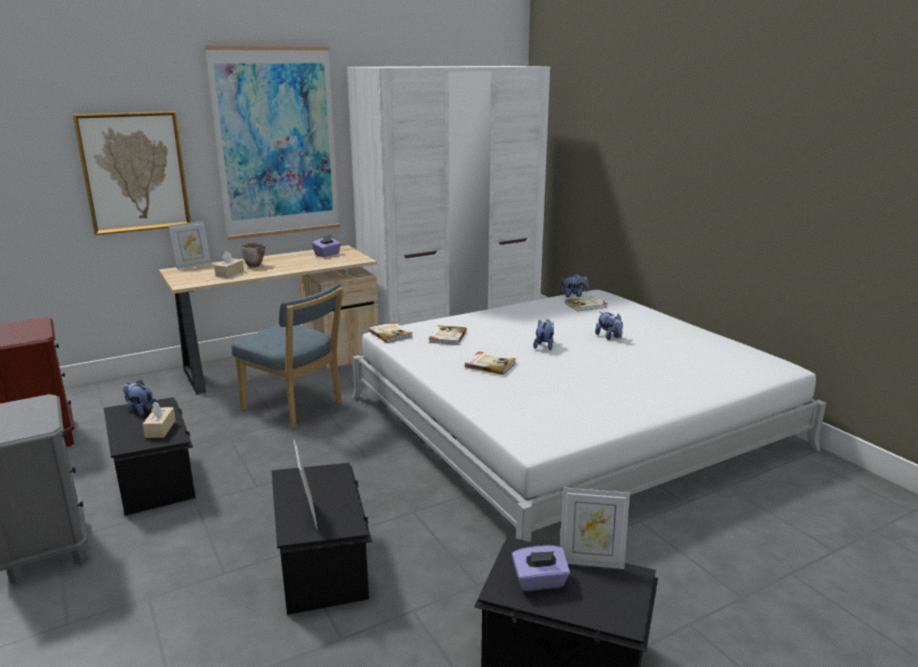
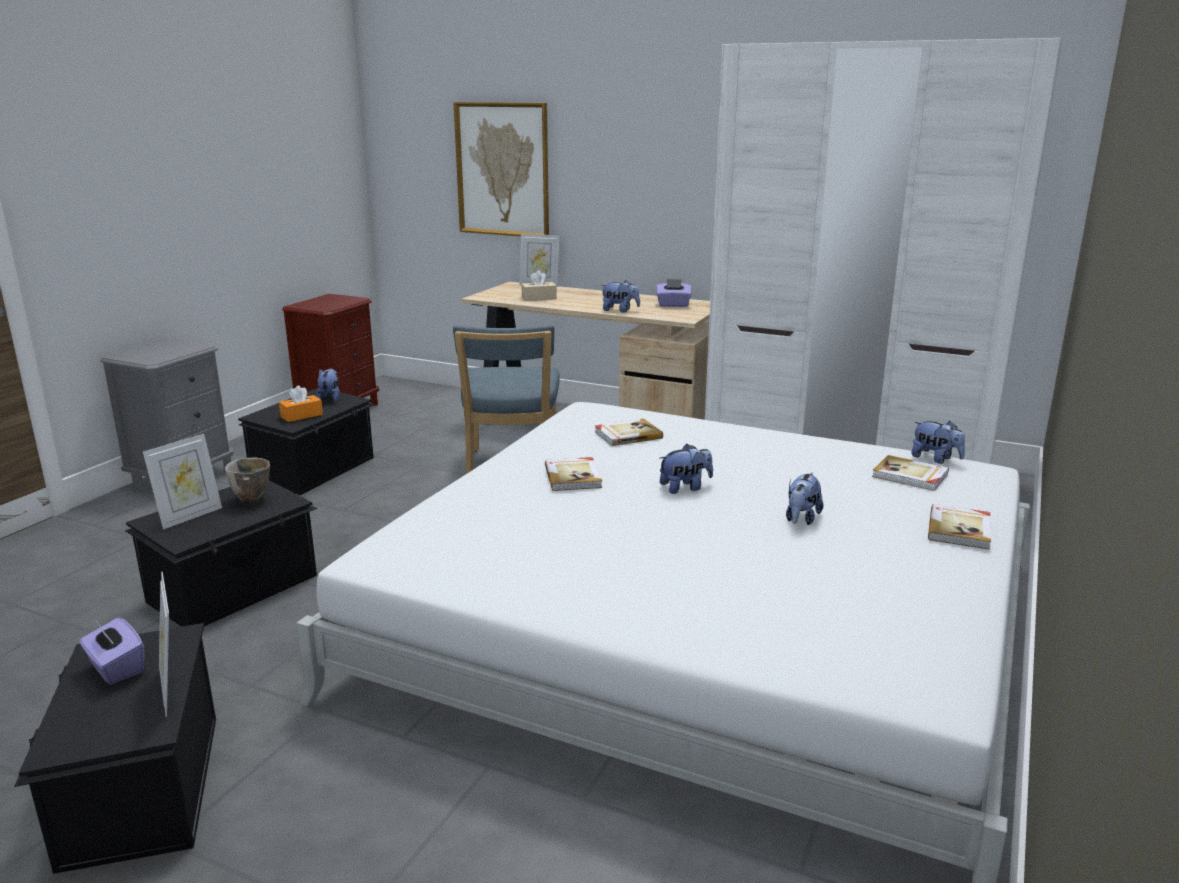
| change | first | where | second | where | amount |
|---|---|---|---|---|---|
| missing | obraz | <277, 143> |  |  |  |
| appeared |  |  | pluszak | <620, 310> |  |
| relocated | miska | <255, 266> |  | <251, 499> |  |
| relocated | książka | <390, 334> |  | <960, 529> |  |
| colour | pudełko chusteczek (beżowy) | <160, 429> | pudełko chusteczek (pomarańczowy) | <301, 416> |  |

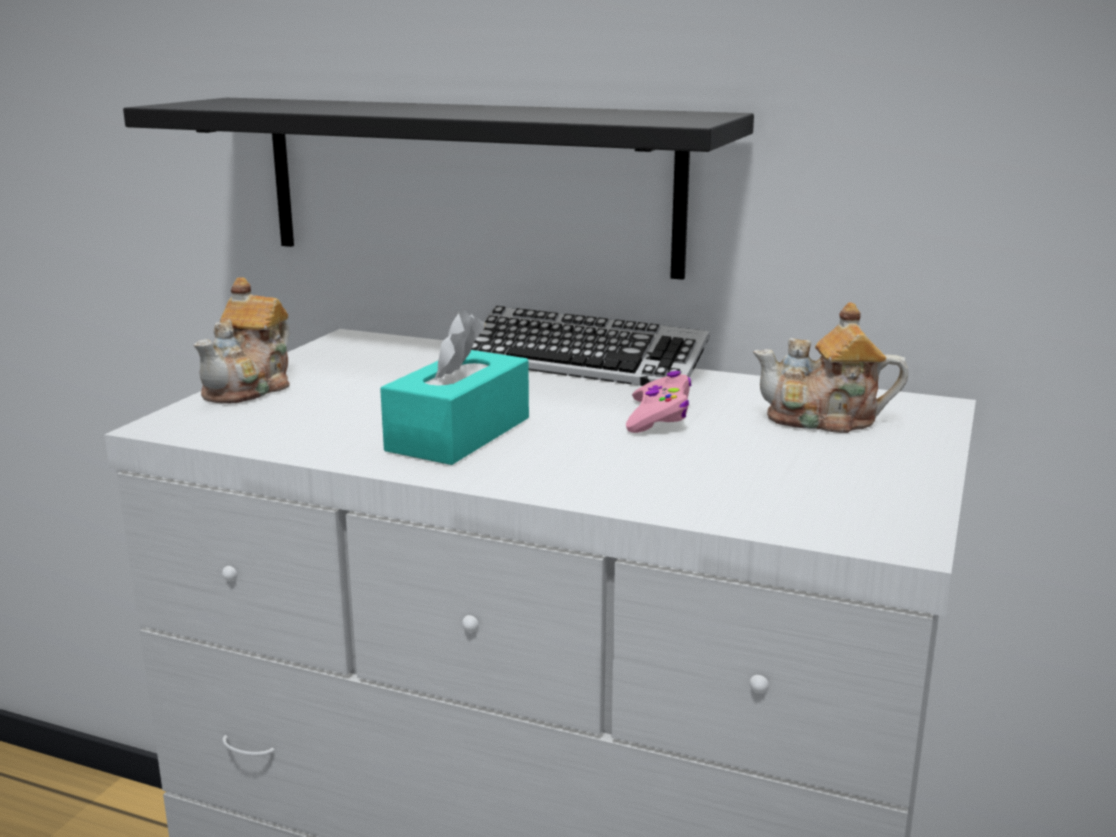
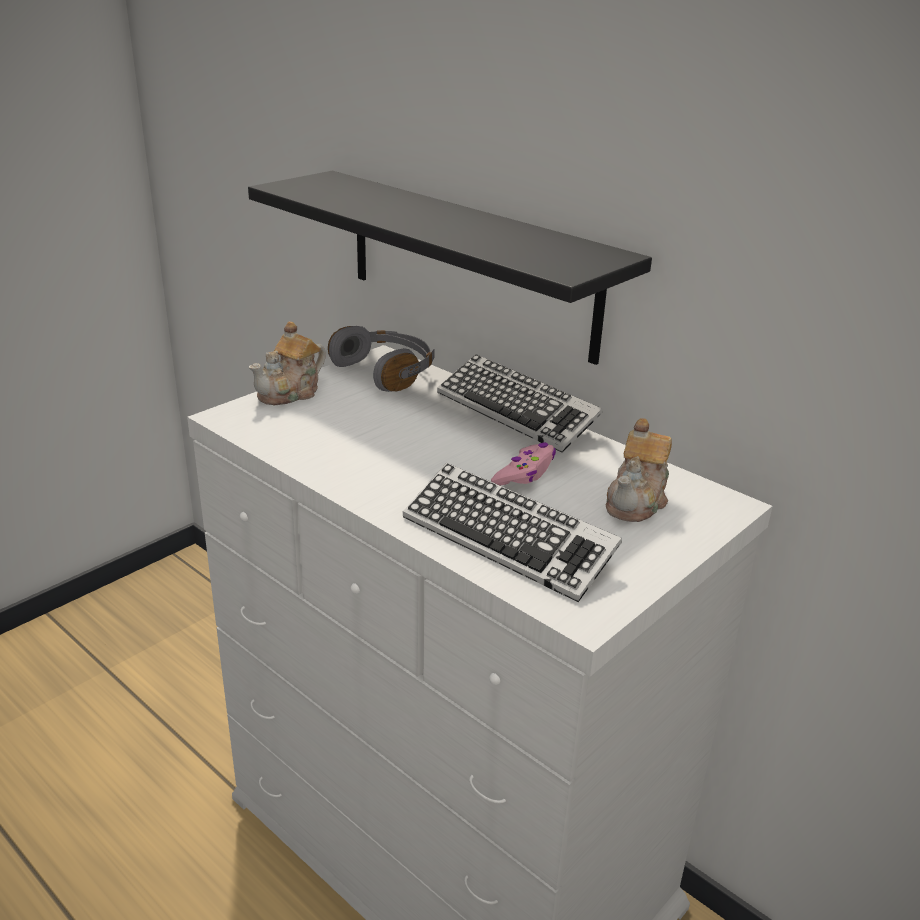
| change | first | where | second | where | amount |
|---|---|---|---|---|---|
| missing | pudełko chusteczek (turkusowy) | <459, 434> |  |  |  |
| appeared |  |  | słuchawki (szary) | <386, 372> |  |
| appeared |  |  | klawiatura | <507, 540> |  |
| spun | imbryk | <825, 420> |  | <637, 501> | 90 degrees counterclockwise |

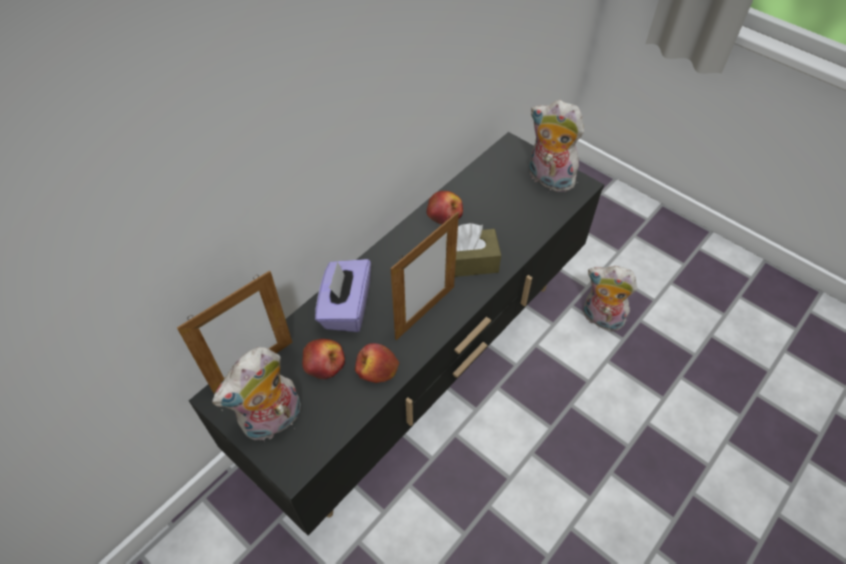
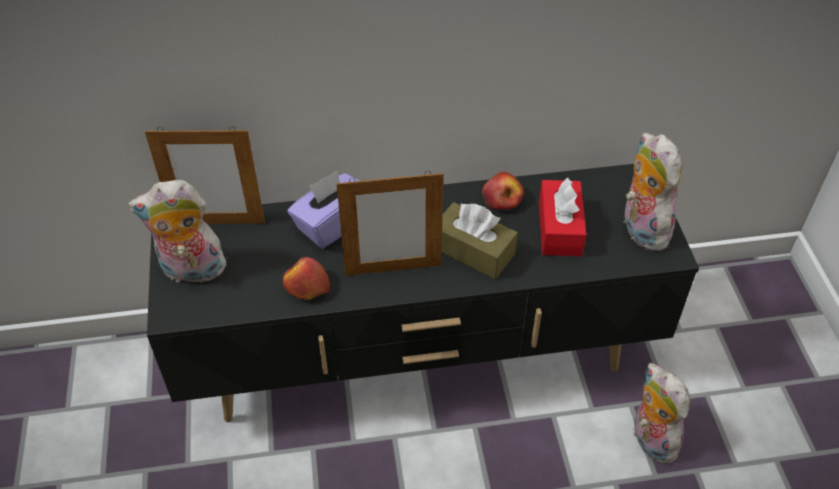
| change | first | where | second | where | amount |
|---|---|---|---|---|---|
| missing | jabłko | <324, 363> |  |  |  |
| appeared |  |  | pudełko chusteczek (czerwony) | <559, 228> |  |

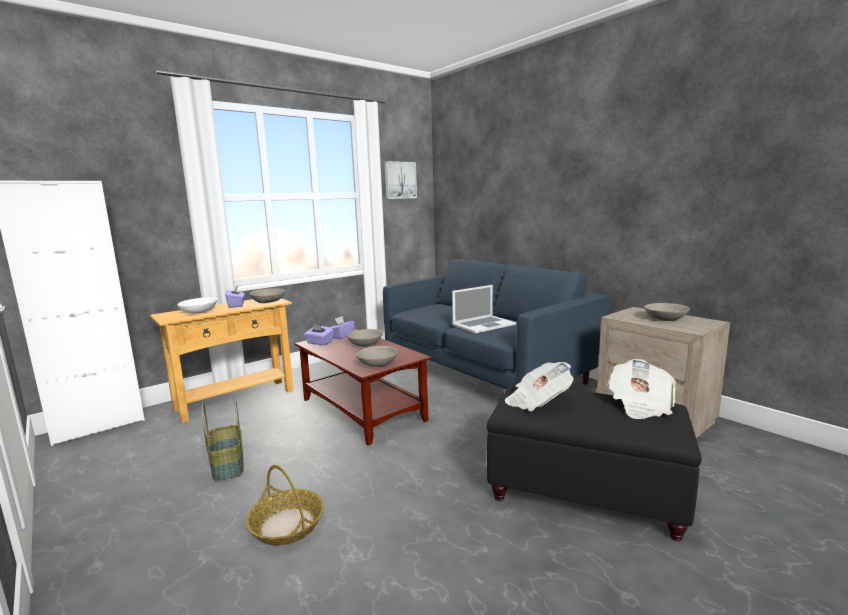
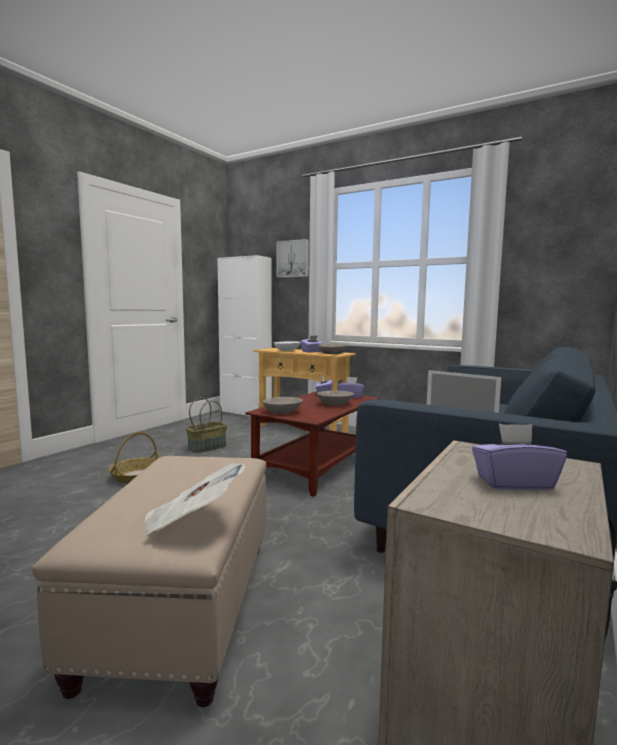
| change | first | where | second | where | amount |
|---|---|---|---|---|---|
| missing | gazeta | <537, 402> |  |  |  |
| relocated | obraz | <399, 180> |  | <293, 259> |  |
| exchanged | miska (szary) | <665, 318> | pudełko chusteczek (fioletowy) | <514, 482> |  |
| colour | pufa (czarny) | <585, 492> | pufa (beżowy) | <182, 608> |  |

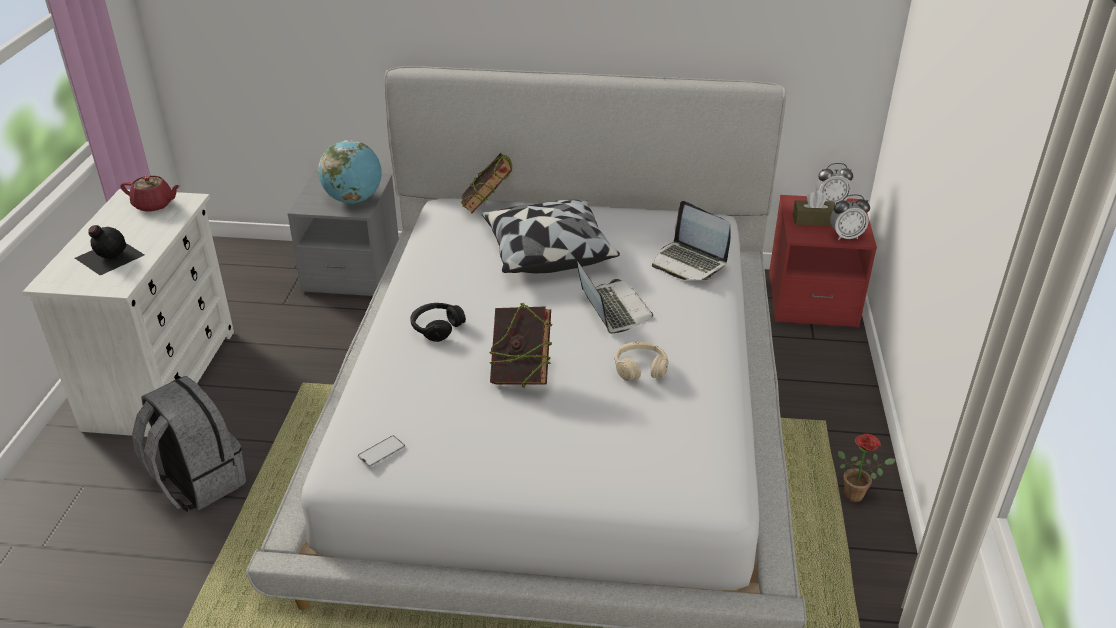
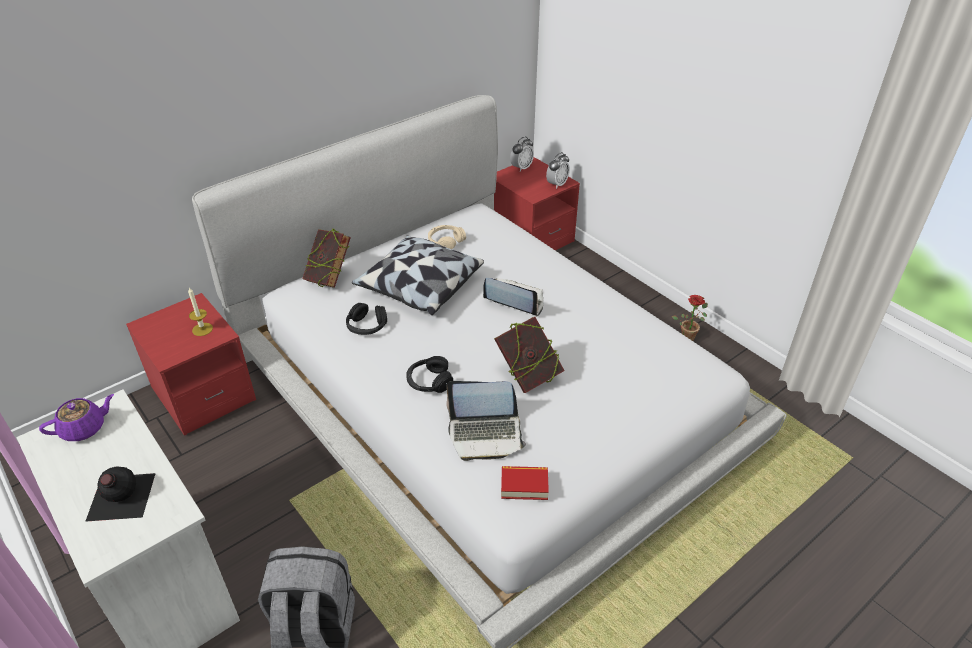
| change | first | where | second | where | amount |
|---|---|---|---|---|---|
| missing | pudełko chusteczek (brązowy) | <813, 220> |  |  |  |
| appeared |  |  | słuchawki (czarny) | <367, 326> |  |
| relocated | słuchawki (beżowy) | <640, 368> |  | <446, 242> |  |
| relocated | laptop | <689, 263> |  | <485, 434> |  |
| exchanged | globus | <354, 200> | świeca | <202, 329> |  |
| exchanged | telefon | <381, 451> | książka | <524, 486> |  |
| colour | imbryk (czerwony) | <154, 205> | imbryk (fioletowy) | <84, 428> |  |
| colour | szafka nocna (szary) | <352, 271> | szafka nocna (czerwony) | <203, 394> |  |

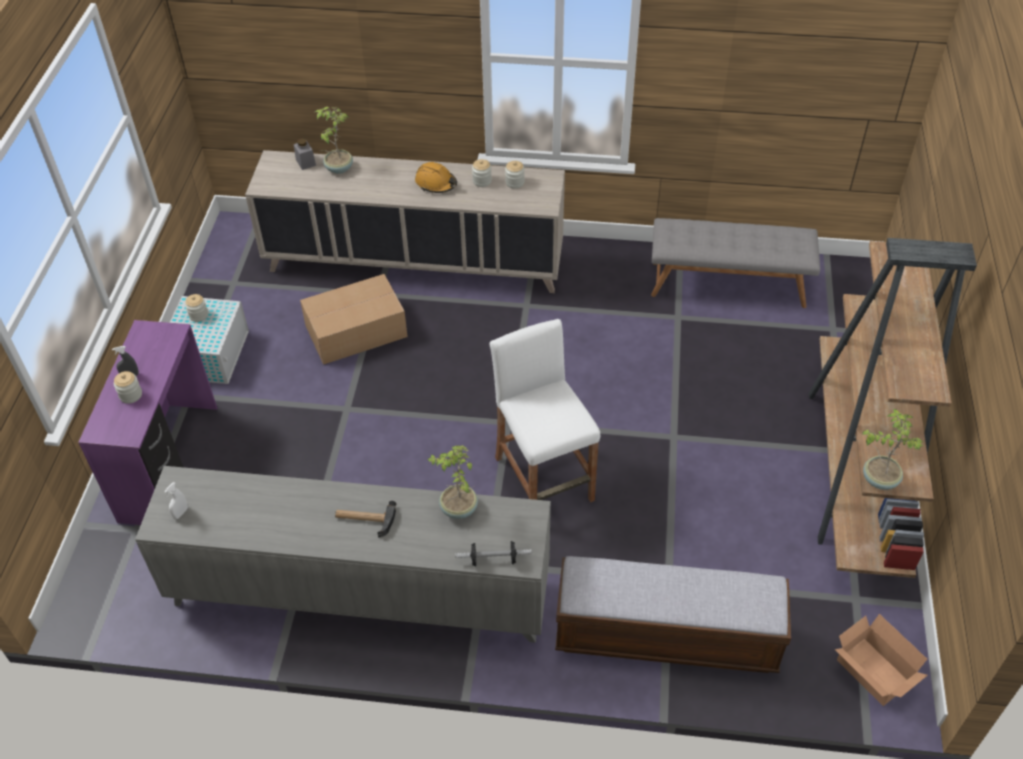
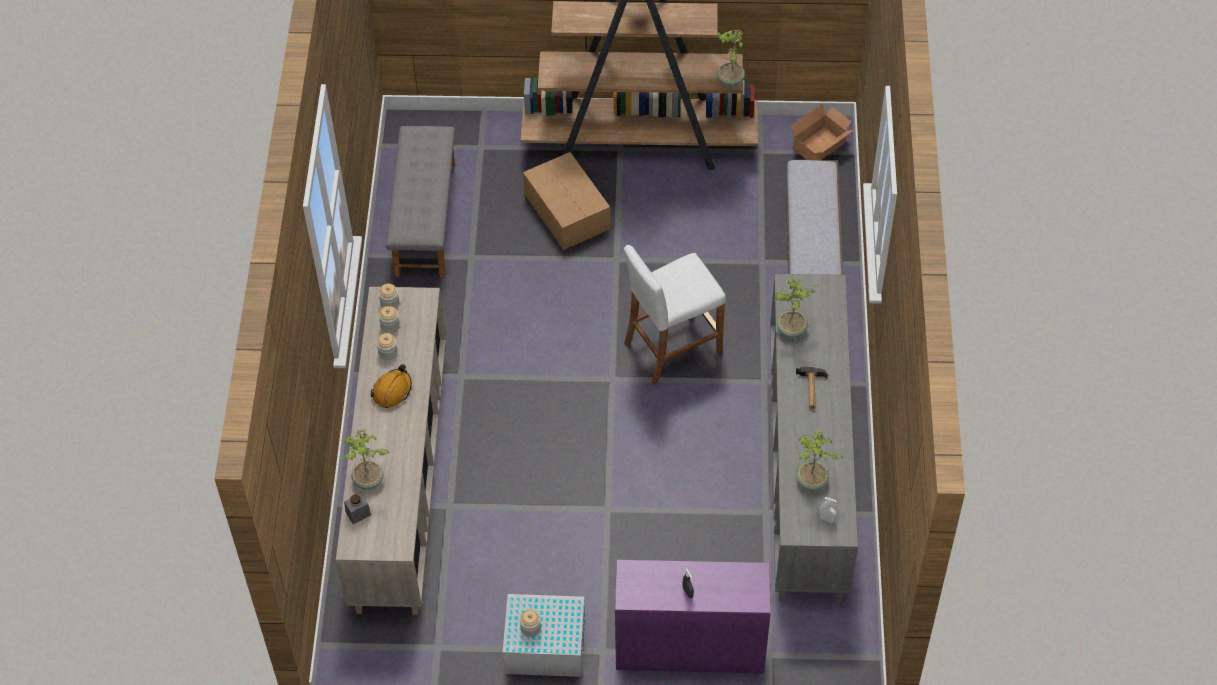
| change | first | where | second | where | amount |
|---|---|---|---|---|---|
| missing | hantel | <493, 560> |  |  |  |
| appeared |  |  | roślina doniczkowa | <812, 482> |  |
| relocated | słoik | <131, 395> |  | <390, 303> |  |
| relocated | karton | <354, 331> |  | <567, 212> |  |

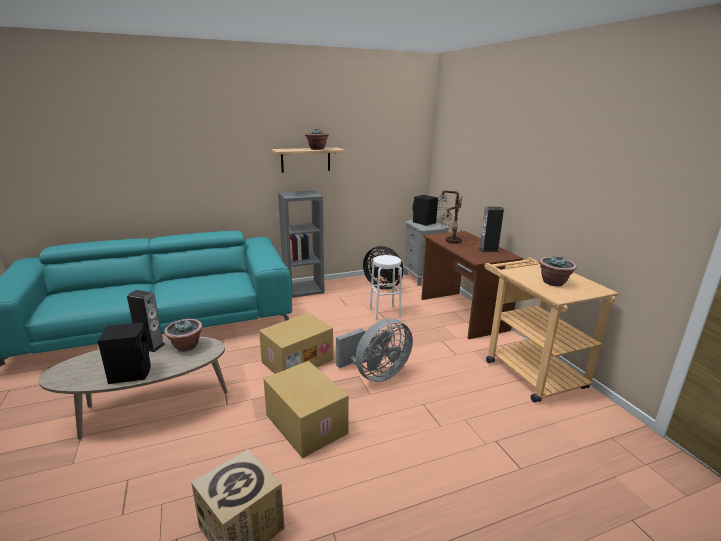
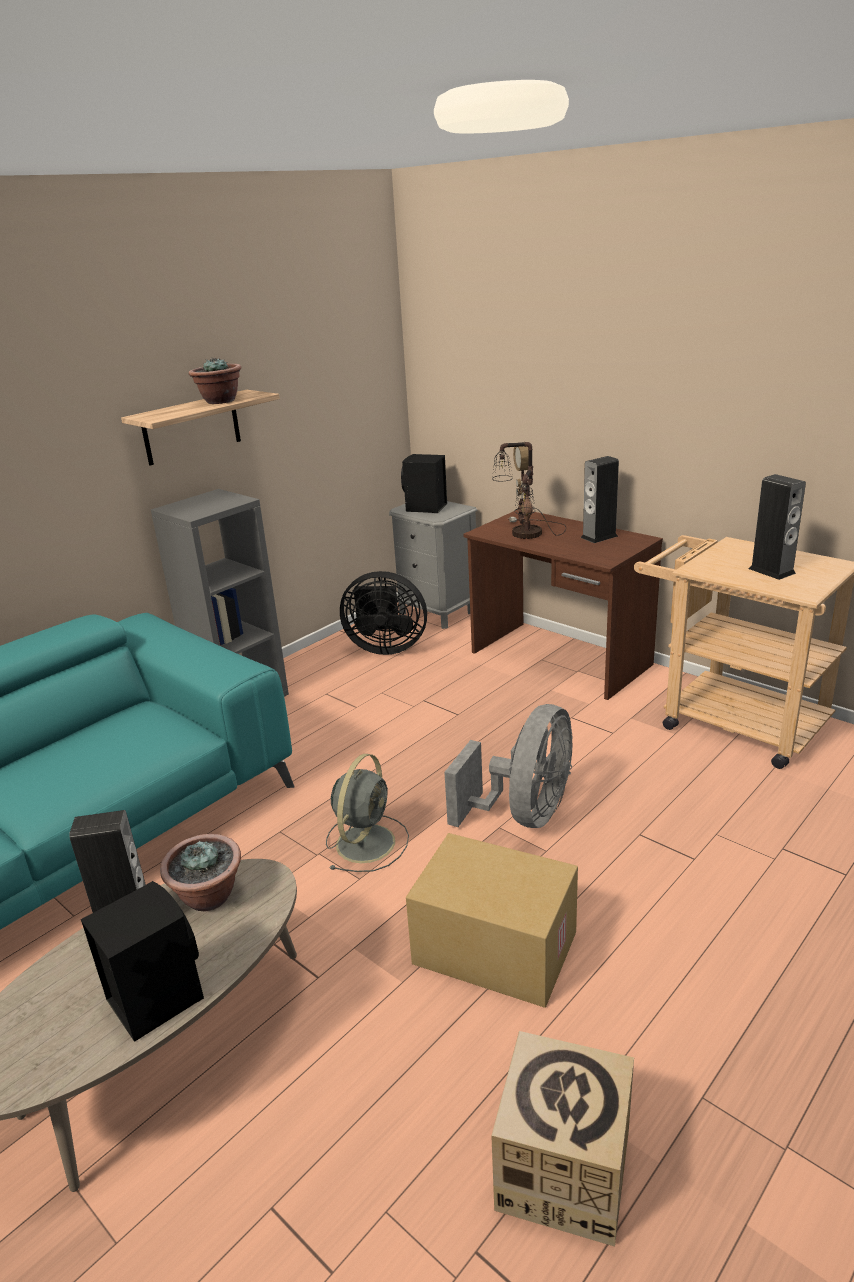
| change | first | where | second | where | amount |
|---|---|---|---|---|---|
| missing | stołek (biały) | <384, 313> |  |  |  |
| exchanged | karton | <297, 360> | wentylator (szary) | <367, 841> |  |
| exchanged | roślina doniczkowa | <553, 282> | głośnik | <771, 571> |  |

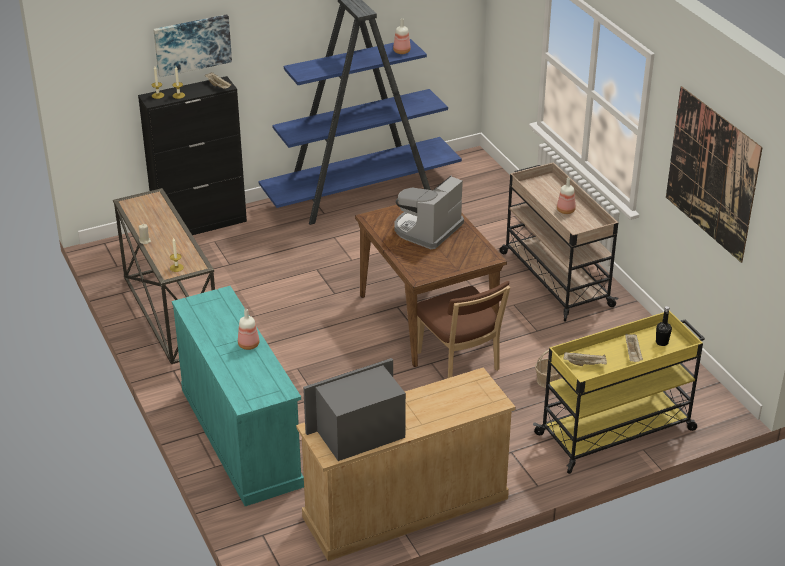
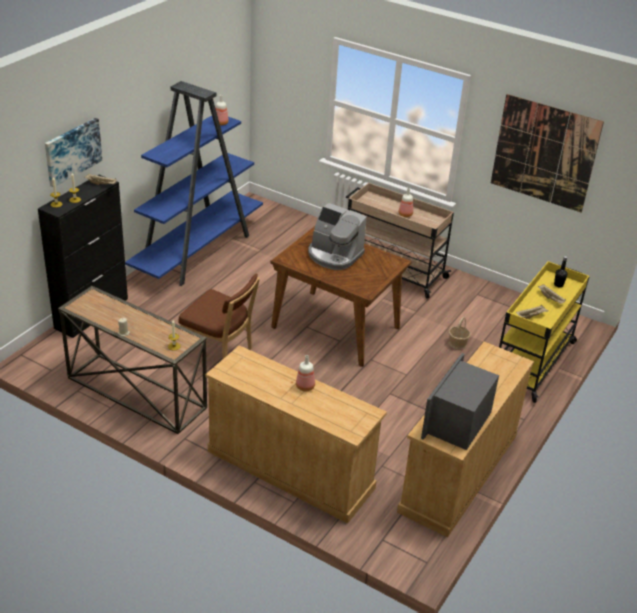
| change | first | where | second | where | amount |
|---|---|---|---|---|---|
| relocated | krzesło (brązowy) | <460, 364> |  | <220, 353> |  |
| colour | komoda (turkusowy) | <240, 436> | komoda (beżowy) | <289, 469> |  |
| spun | ekspres do kawy | <427, 230> |  | <334, 255> | 60 degrees counterclockwise |

